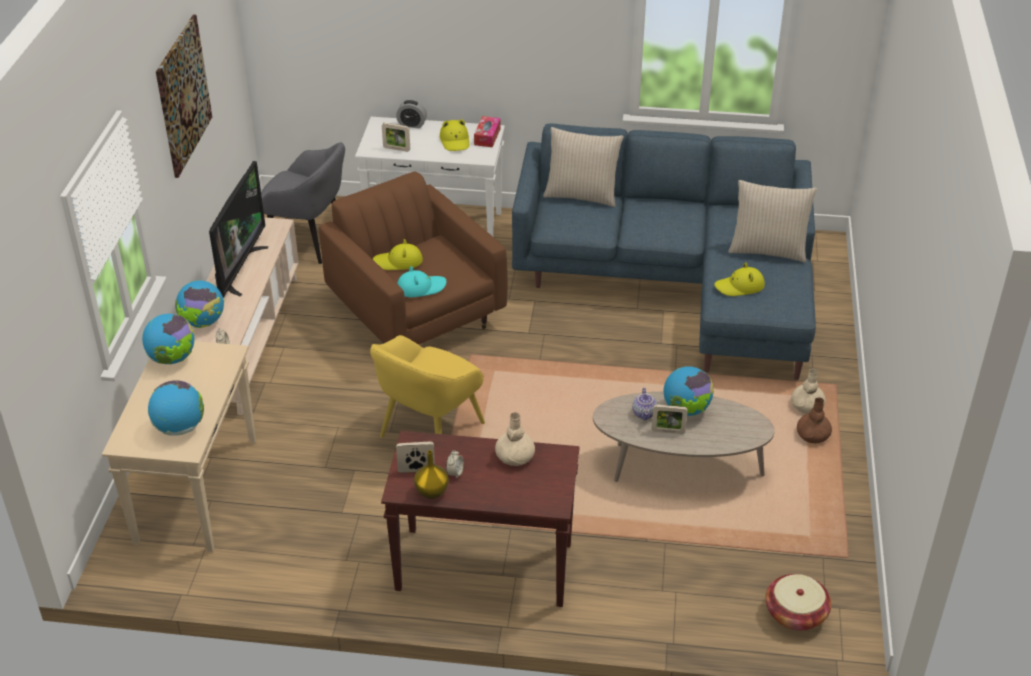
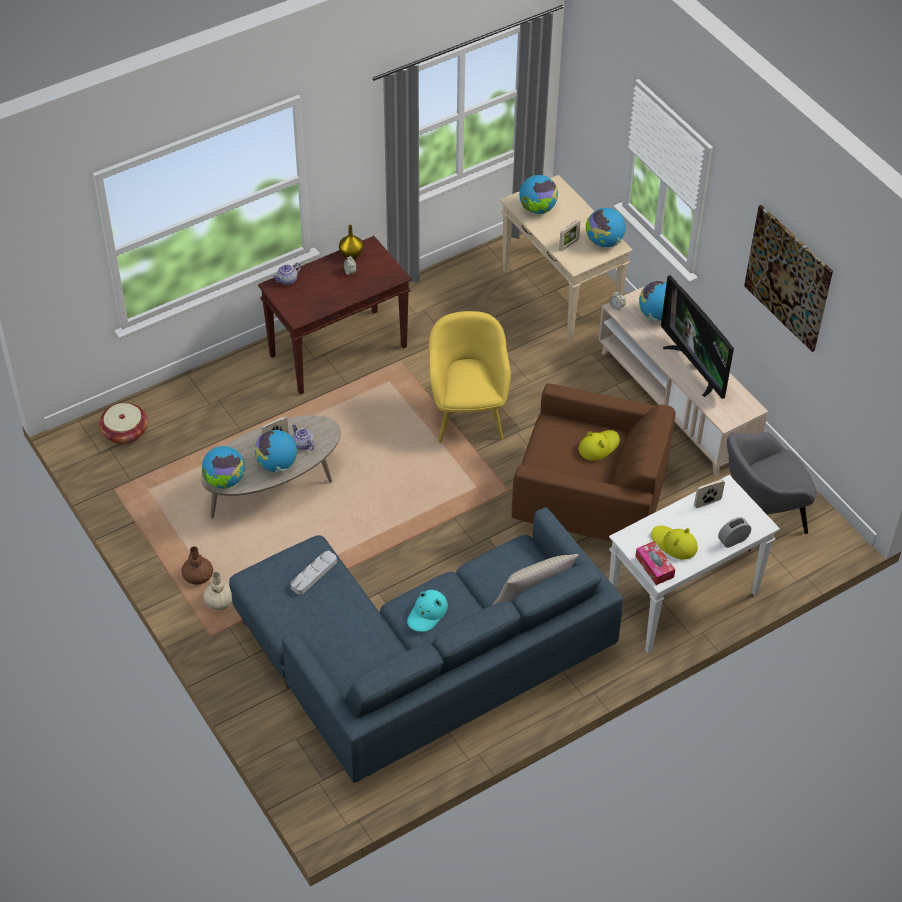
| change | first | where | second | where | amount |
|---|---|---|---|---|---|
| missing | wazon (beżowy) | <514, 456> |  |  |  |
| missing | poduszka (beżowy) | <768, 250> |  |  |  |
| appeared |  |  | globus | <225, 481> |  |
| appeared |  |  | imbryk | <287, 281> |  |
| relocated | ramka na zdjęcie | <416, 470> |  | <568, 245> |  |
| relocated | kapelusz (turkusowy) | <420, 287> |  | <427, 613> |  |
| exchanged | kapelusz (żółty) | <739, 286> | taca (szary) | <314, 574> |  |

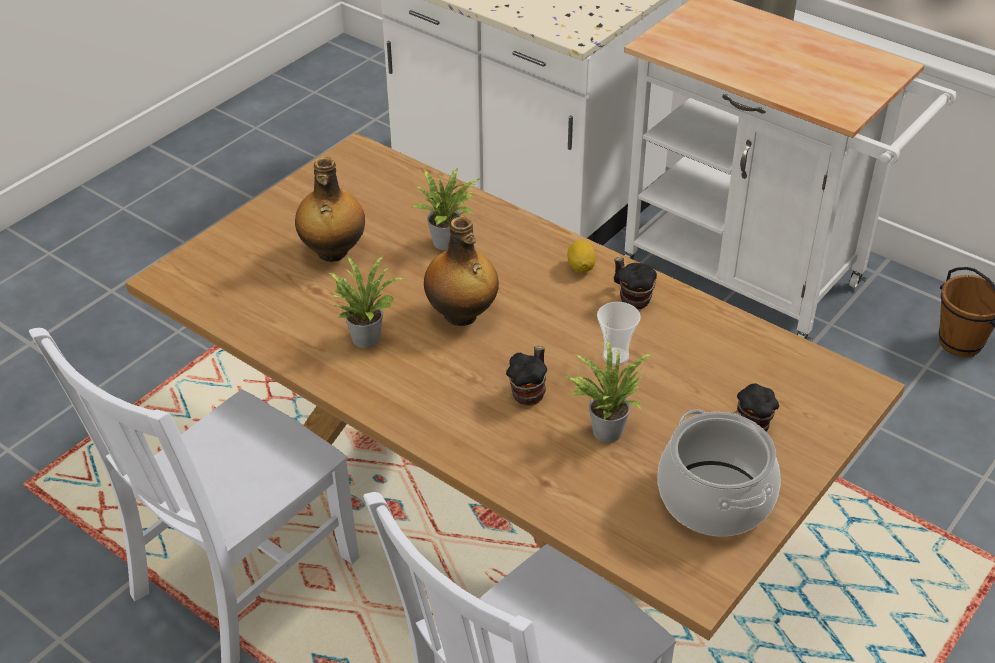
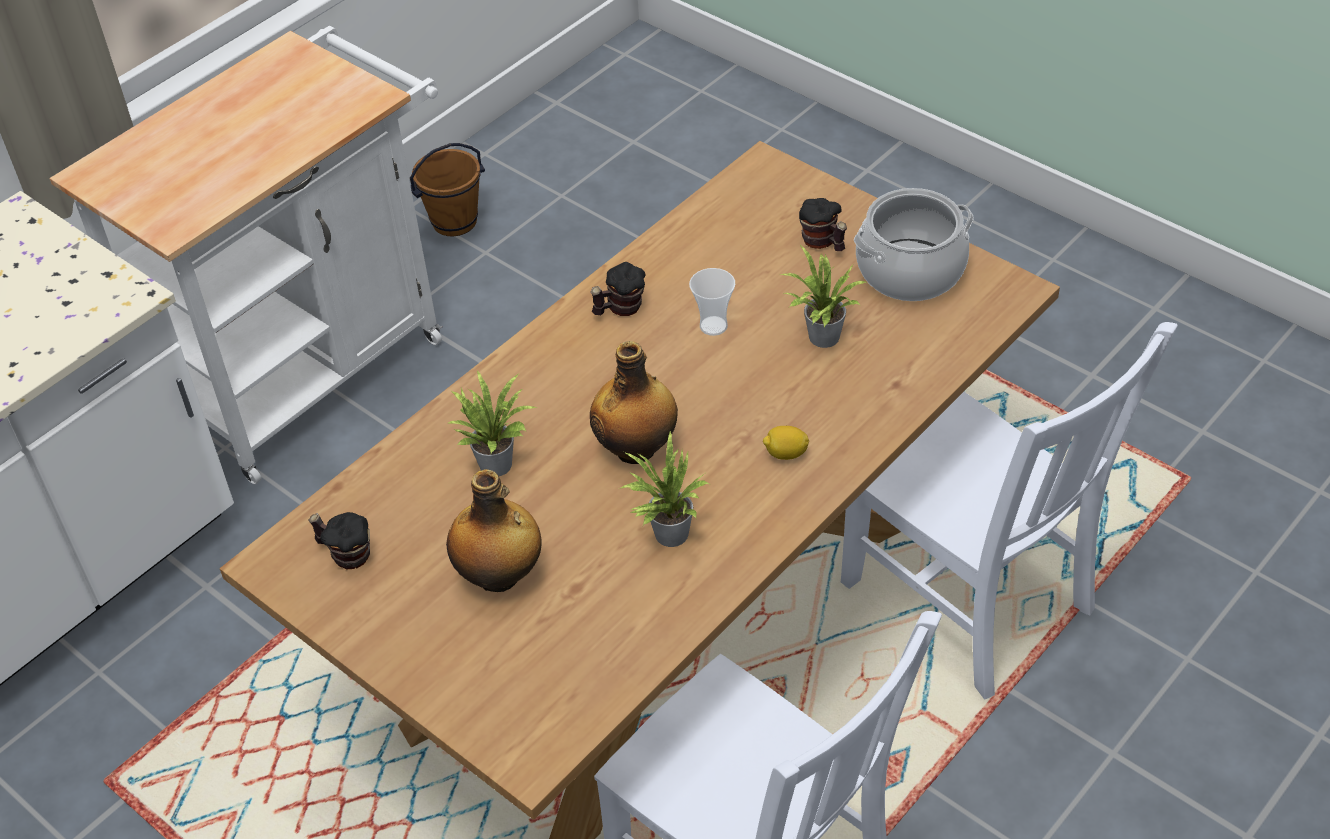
| change | first | where | second | where | amount |
|---|---|---|---|---|---|
| relocated | kubek | <530, 391> |  | <346, 554> |  |
| relocated | cytryna | <581, 267> |  | <785, 454> |  |

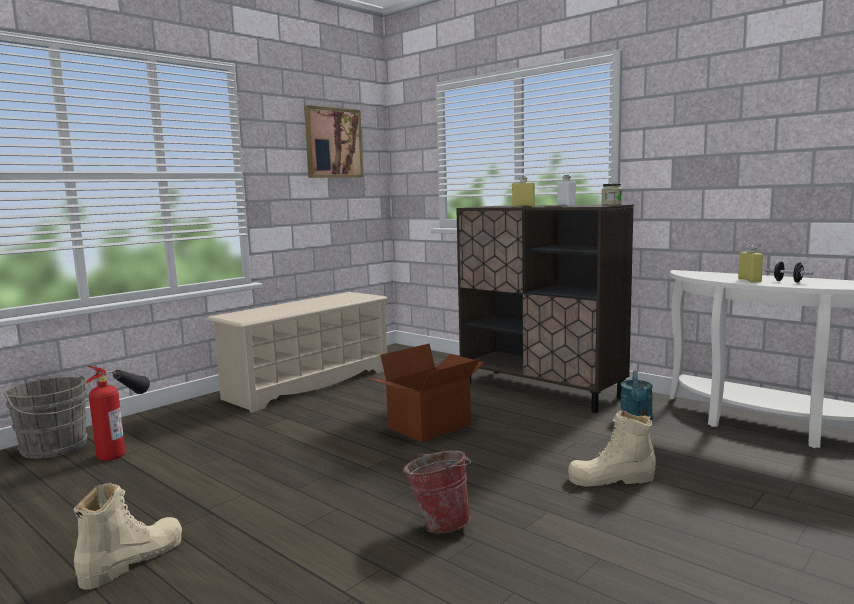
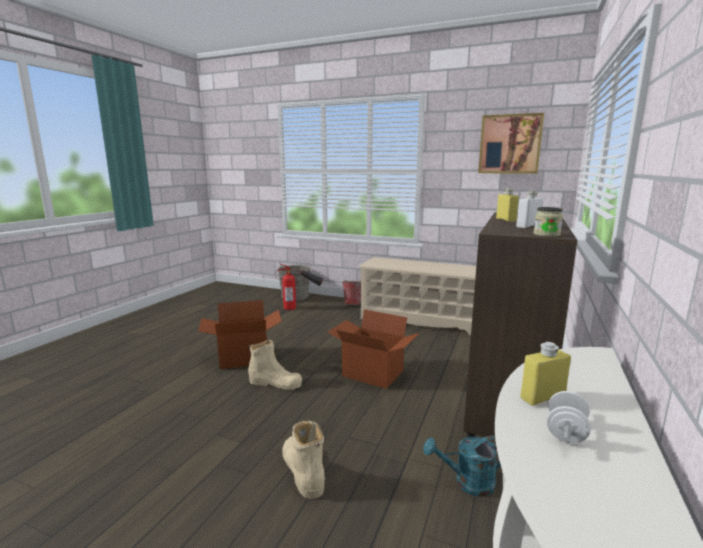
| change | first | where | second | where | amount |
|---|---|---|---|---|---|
| appeared |  |  | karton | <243, 358> |  |
| relocated | but z cholewką (beżowy) | <132, 560> |  | <275, 383> |  |
| relocated | wiadro | <439, 524> |  | <354, 304> |  |
| colour | hantel (czarny) | <788, 281> | hantel (biały) | <565, 432> |  |

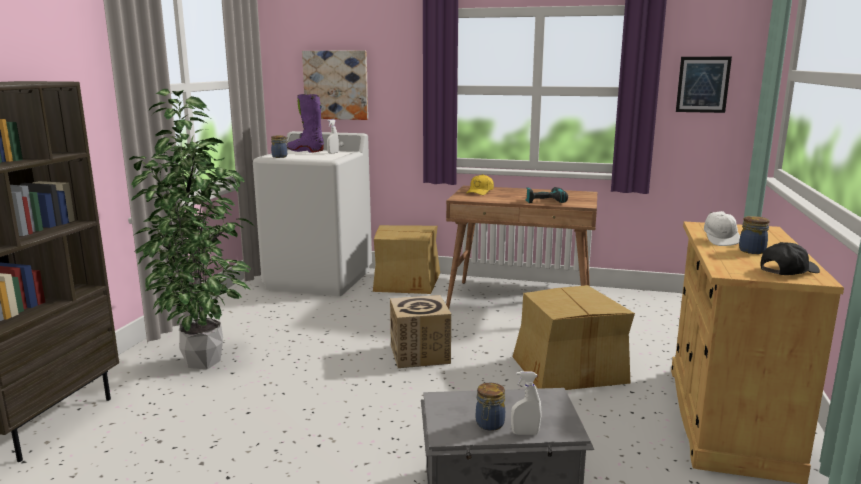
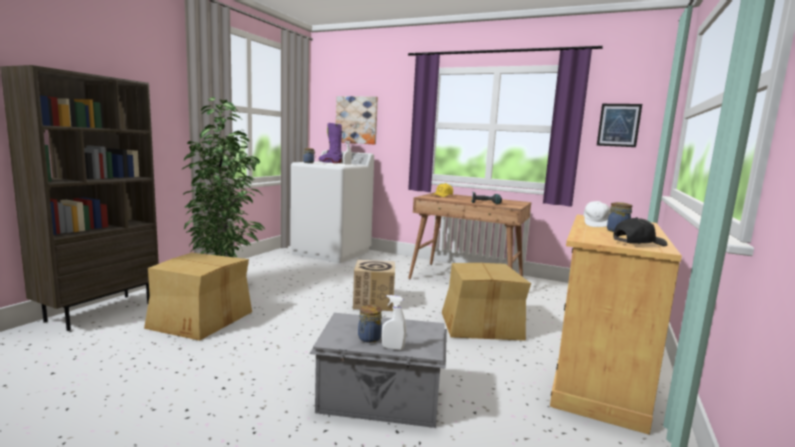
| change | first | where | second | where | amount |
|---|---|---|---|---|---|
| relocated | karton | <406, 282> |  | <200, 319> |  |

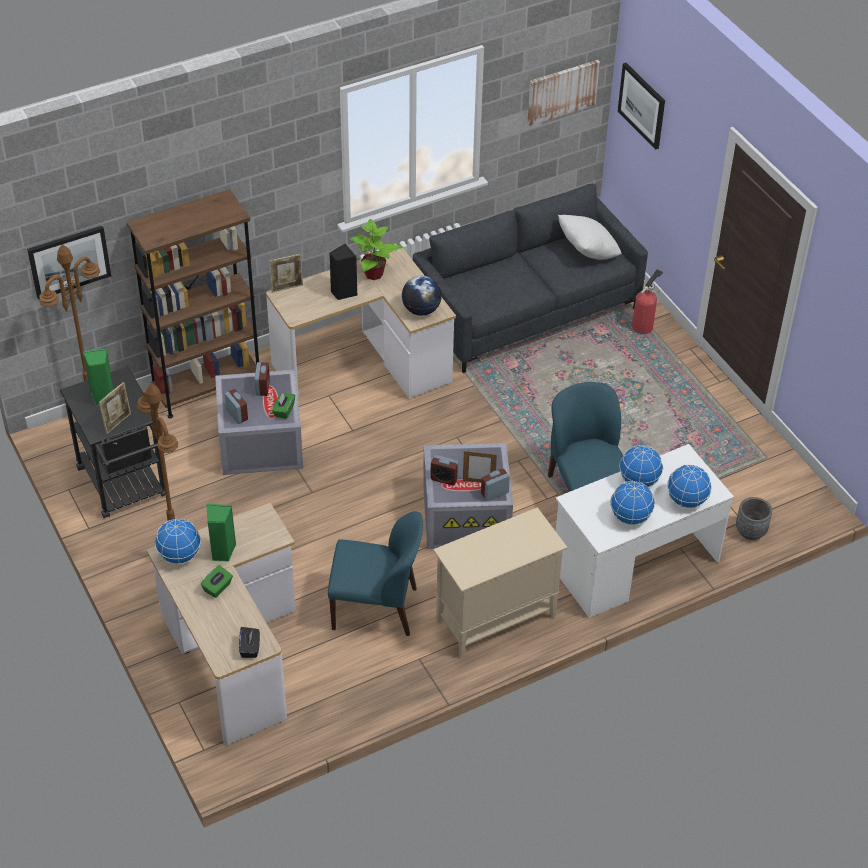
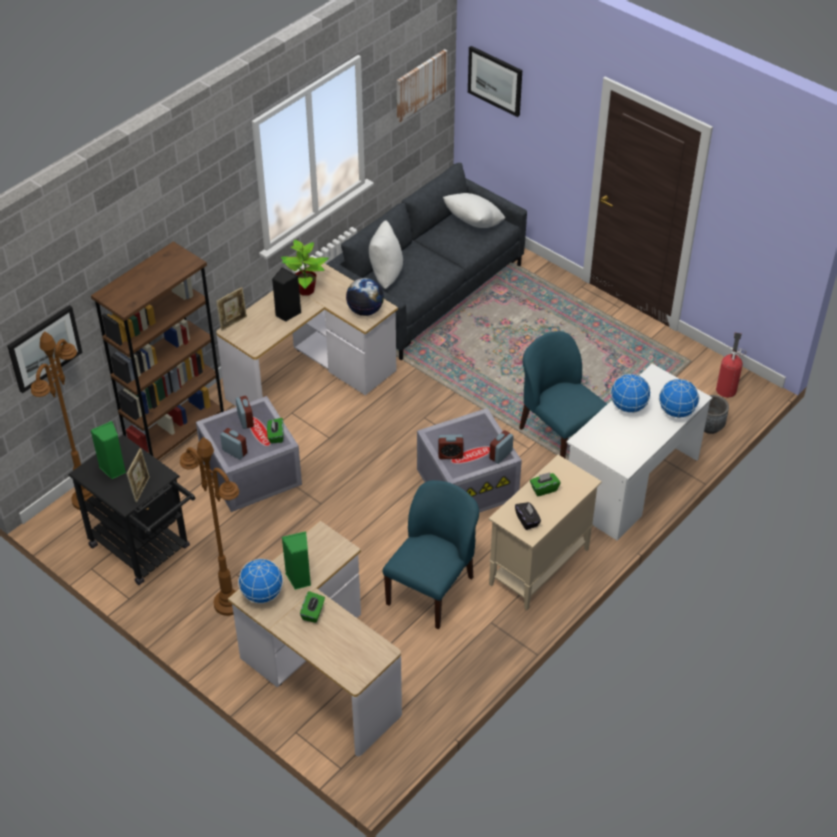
| change | first | where | second | where | amount |
|---|---|---|---|---|---|
| missing | ramka na zdjęcie | <478, 482> |  |  |  |
| missing | globus | <630, 517> |  |  |  |
| appeared |  |  | poduszka (biały) | <385, 275> |  |
| appeared |  |  | pudełko chusteczek (zielony) | <544, 489> |  |
| relocated | pudełko chusteczek (czarny) | <250, 648> |  | <527, 520> |  |
| relocated | gaśnica | <643, 326> |  | <726, 388> |  |
| spun | krzesło (niebieski) | <377, 608> |  | <431, 589> | 45 degrees counterclockwise |

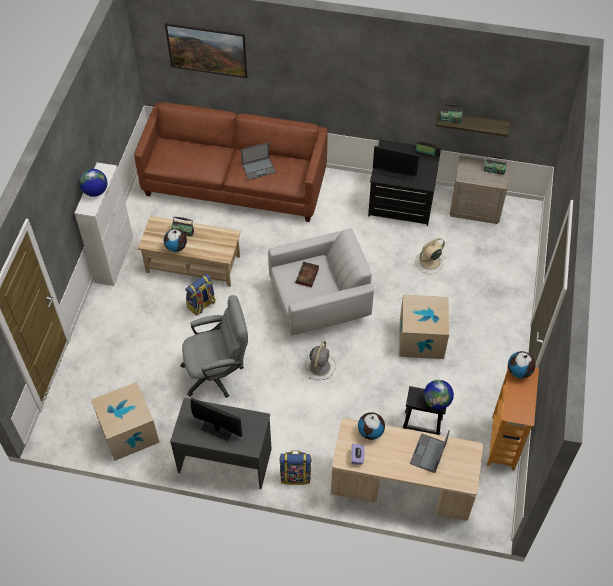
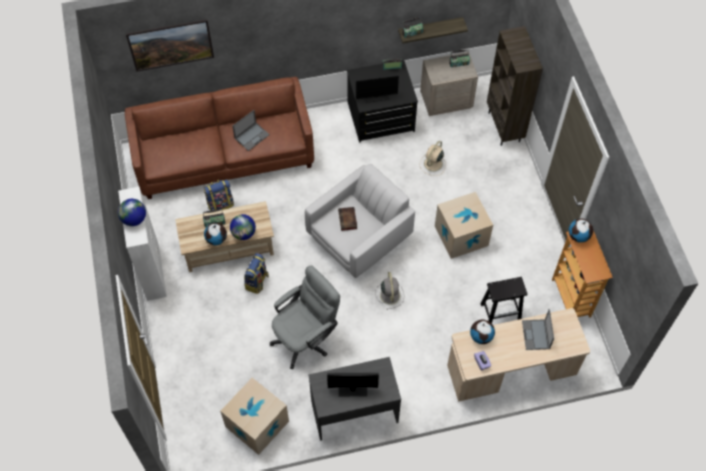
| change | first | where | second | where | amount |
|---|---|---|---|---|---|
| appeared |  |  | regał (brązowy) | <504, 127> |  |
| relocated | plecak | <296, 475> |  | <220, 204> |  |
| relocated | globus | <437, 402> |  | <244, 233> |  |

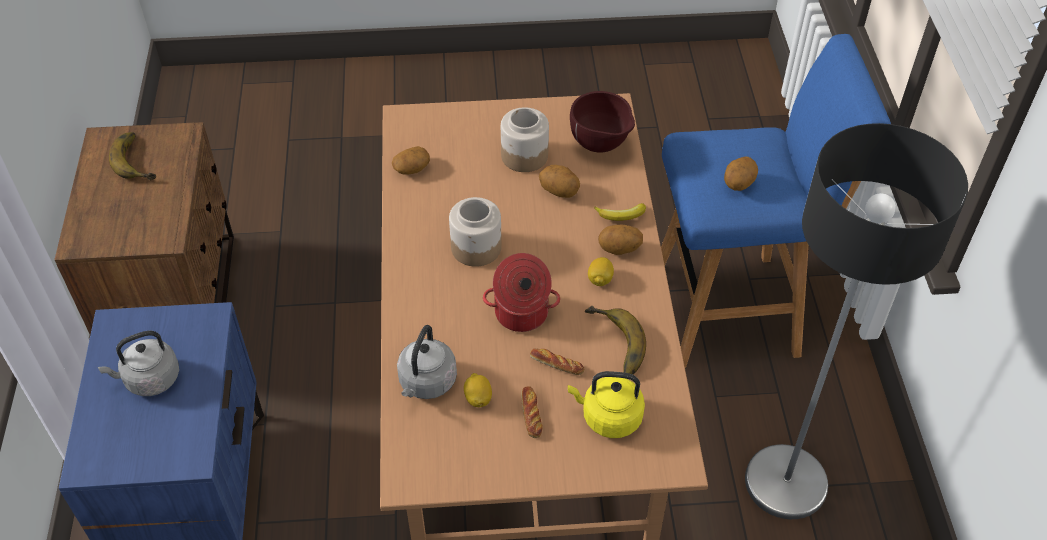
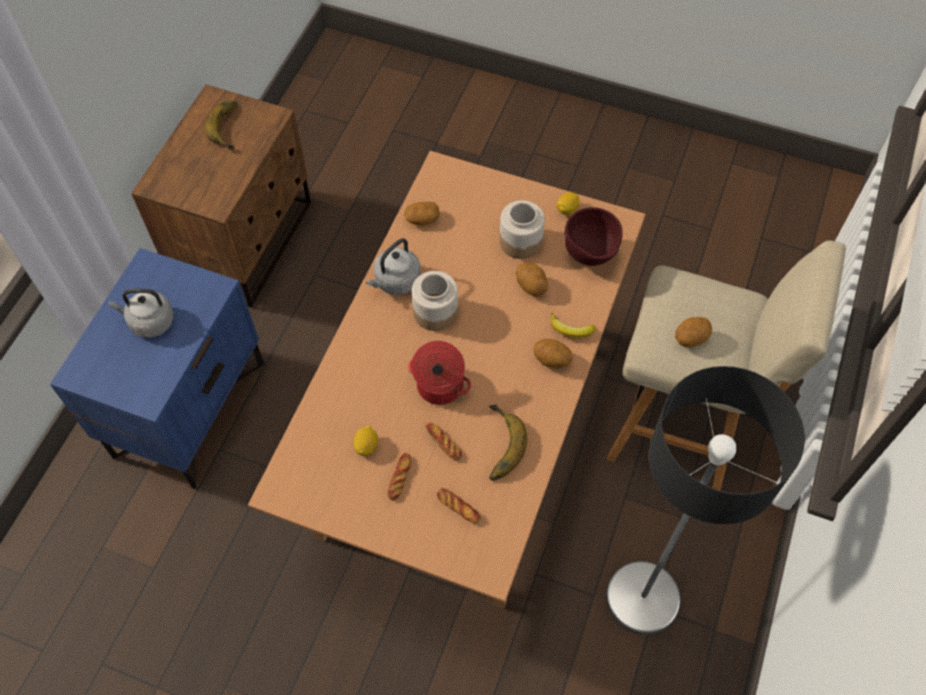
| change | first | where | second | where | amount |
|---|---|---|---|---|---|
| relocated | czajnik (szary) | <426, 383> |  | <395, 282> |  |
| relocated | cytryna | <600, 279> |  | <567, 209> |  |
| exchanged | czajnik (żółty) | <608, 417> | chleb | <458, 507> |  |
| colour | stołek (niebieski) | <731, 309> | stołek (beżowy) | <682, 426> |  |

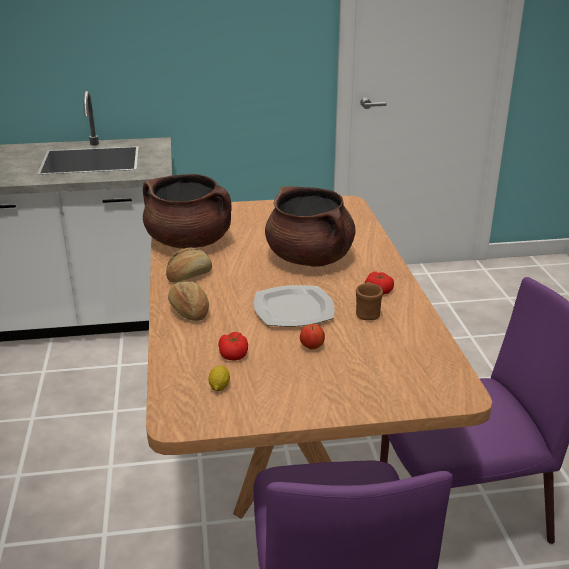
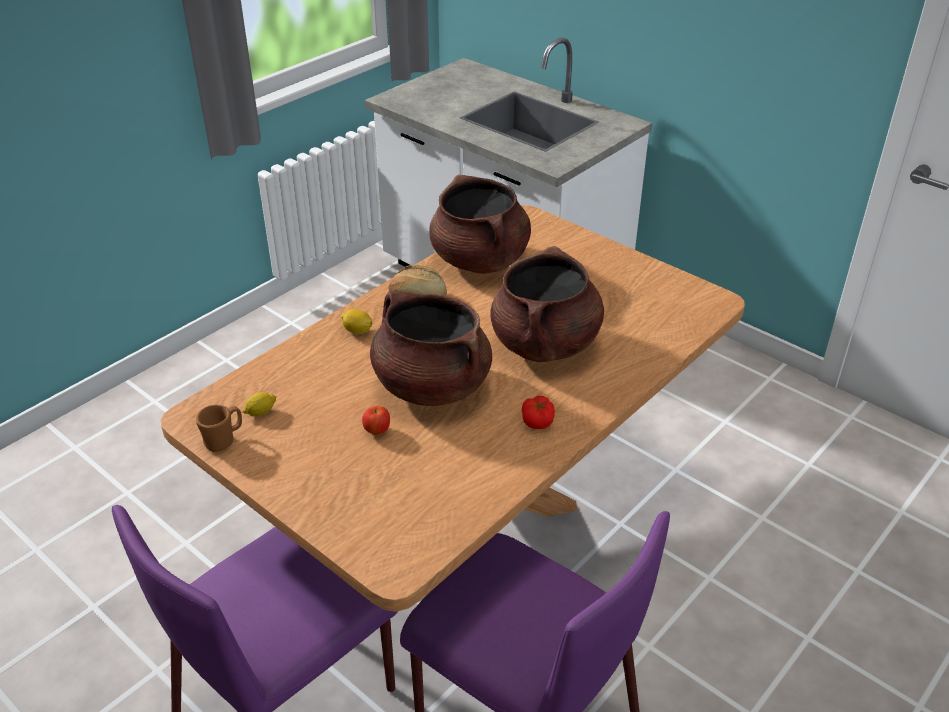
| change | first | where | second | where | amount |
|---|---|---|---|---|---|
| missing | pomidor | <233, 354> |  |  |  |
| relocated | kubek (brązowy) | <367, 313> |  | <223, 440> |  |
| exchanged | chleb | <188, 311> | cytryna | <357, 331> |  |
| exchanged | talerz | <293, 309> | garnek (brązowy) | <431, 385> |  |

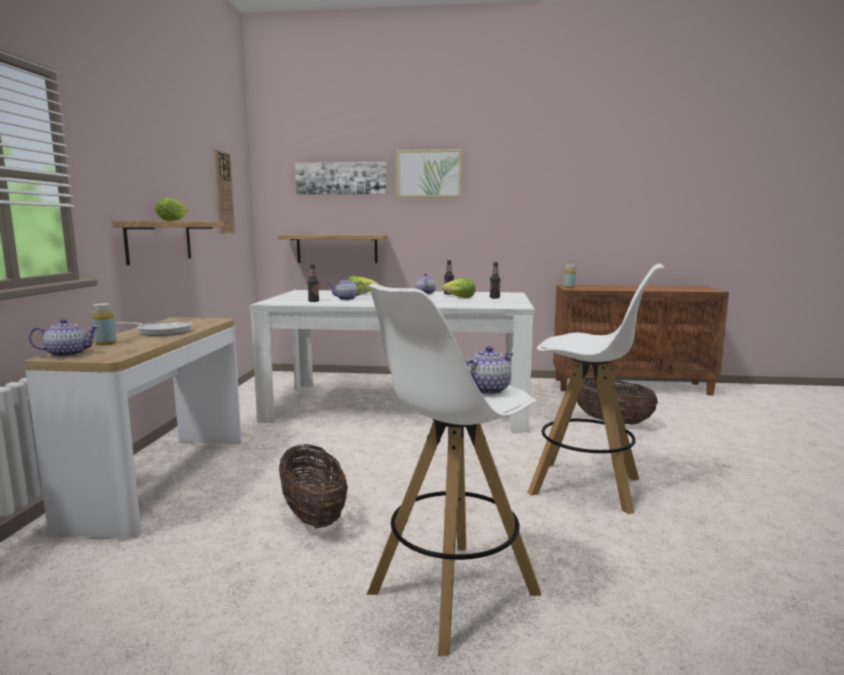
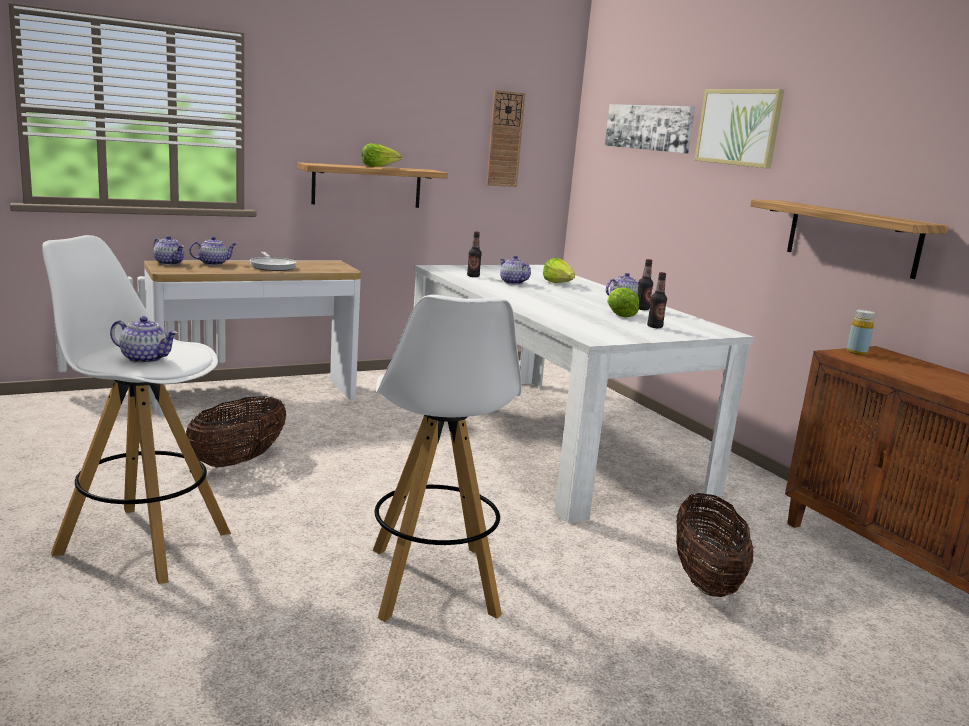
| change | first | where | second | where | amount |
|---|---|---|---|---|---|
| relocated | półka | <337, 248> |  | <852, 238> |  |
| exchanged | butelka (żółty) | <106, 343> | imbryk | <213, 263> |  |

